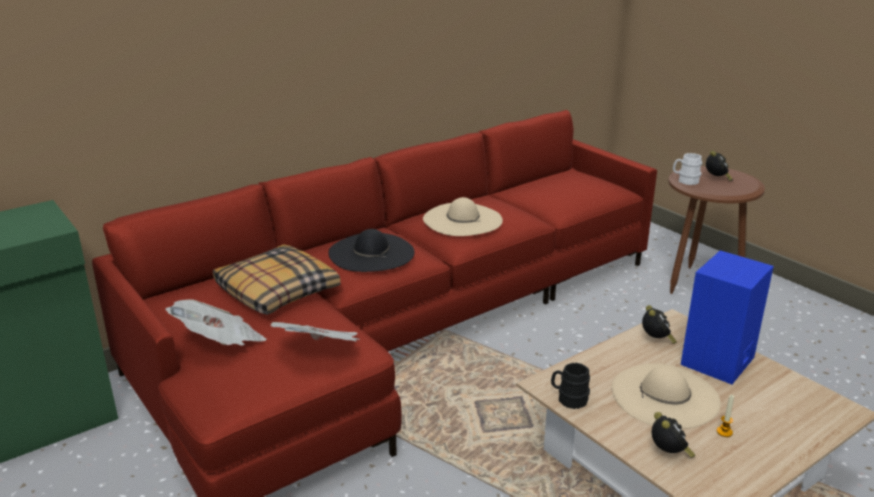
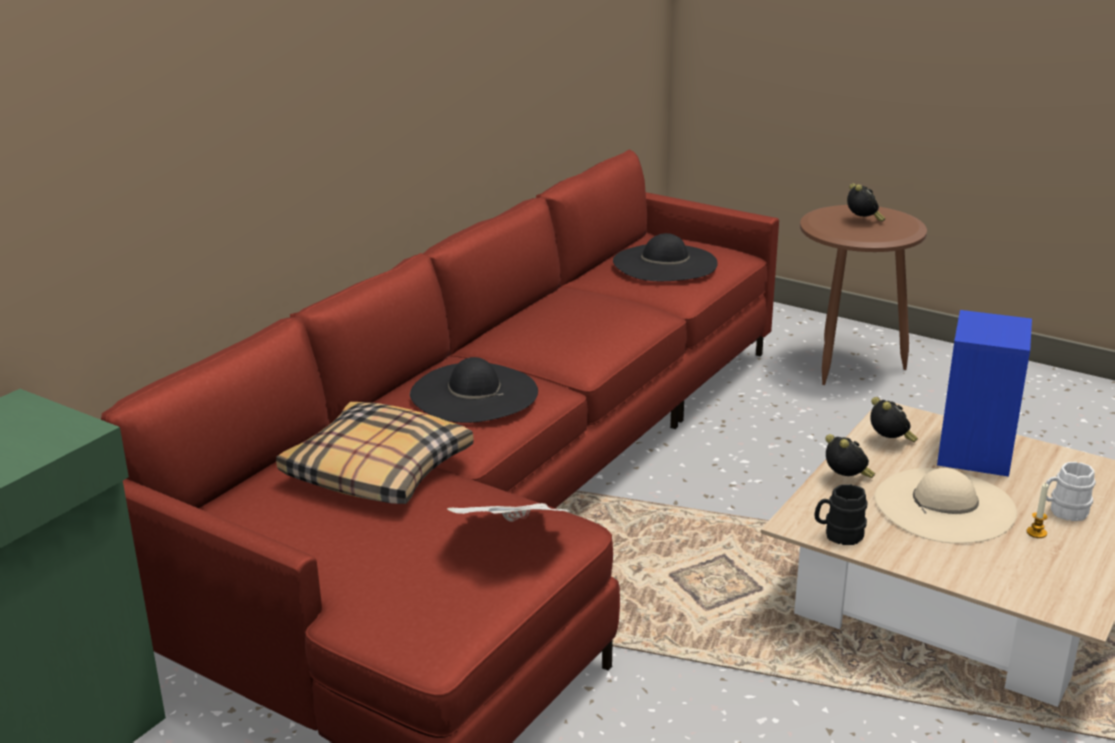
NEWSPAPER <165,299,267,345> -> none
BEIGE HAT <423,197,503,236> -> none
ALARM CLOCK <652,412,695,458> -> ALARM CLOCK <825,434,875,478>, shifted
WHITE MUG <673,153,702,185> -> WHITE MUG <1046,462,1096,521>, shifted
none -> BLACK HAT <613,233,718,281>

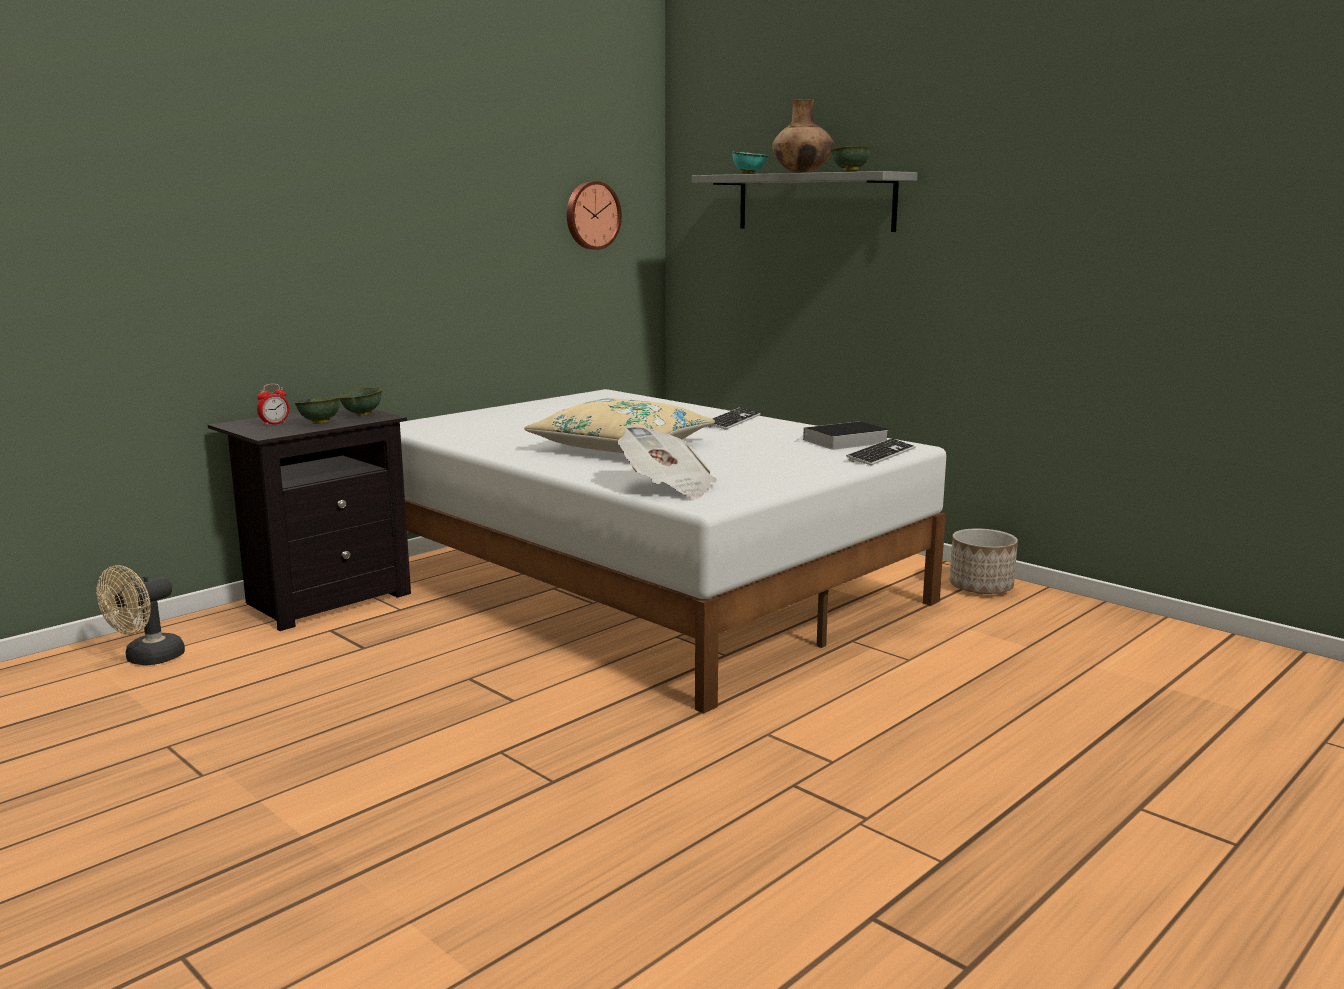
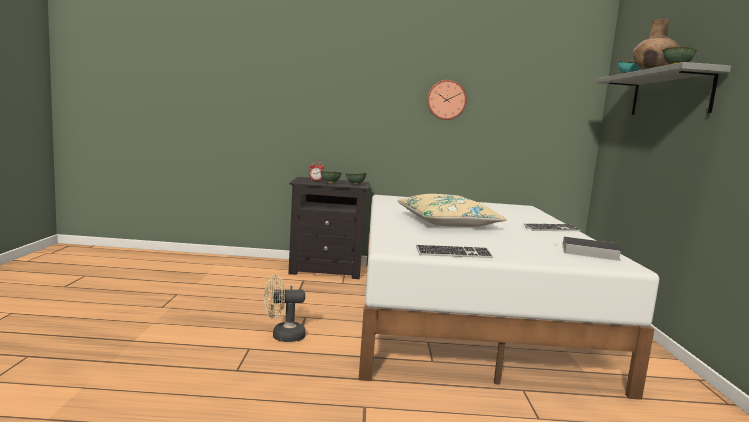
BEIGE FAN <96,565,185,665> -> BEIGE FAN <264,275,306,342>, shifted
WALL CLOCK <567,181,622,250> -> WALL CLOCK <427,80,467,120>, shifted
NEWSPAPER <618,426,717,499> -> none
KEYBOARD <846,438,916,465> -> KEYBOARD <416,245,493,258>, shifted
PLANTER <949,528,1018,594> -> none

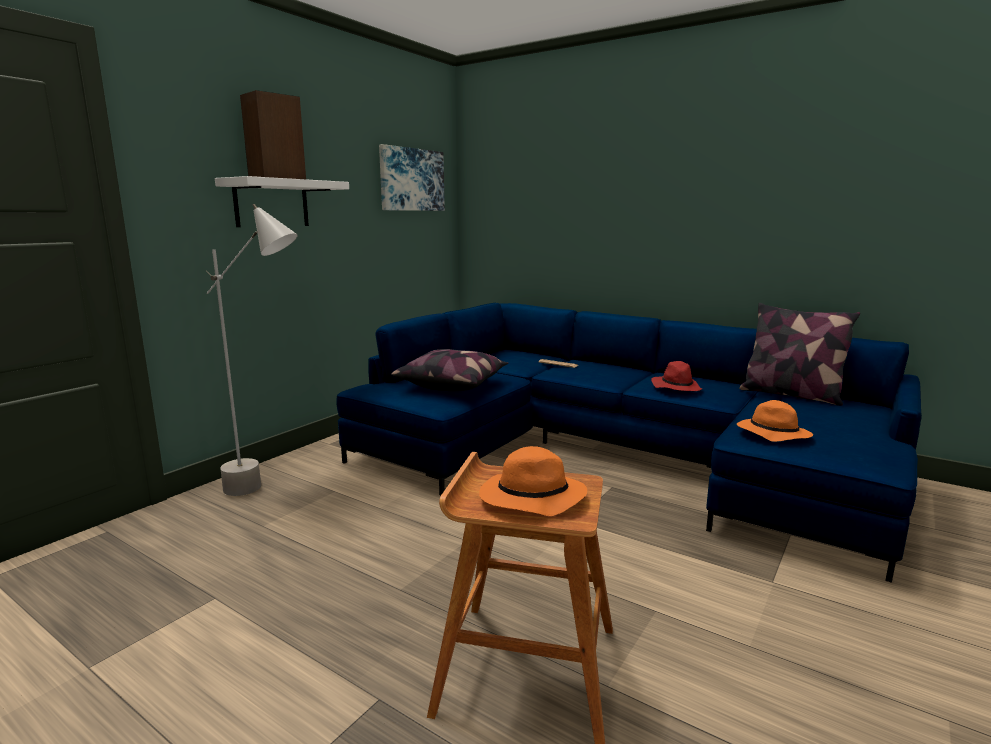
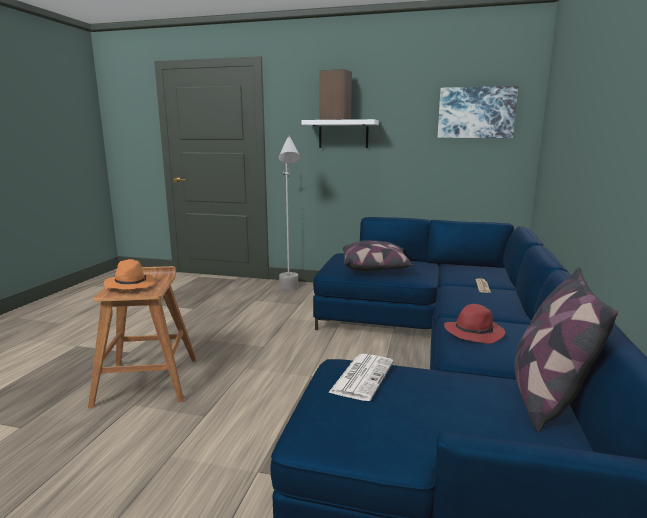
ORANGE HAT <737,400,813,442> -> NEWSPAPER <328,354,393,401>

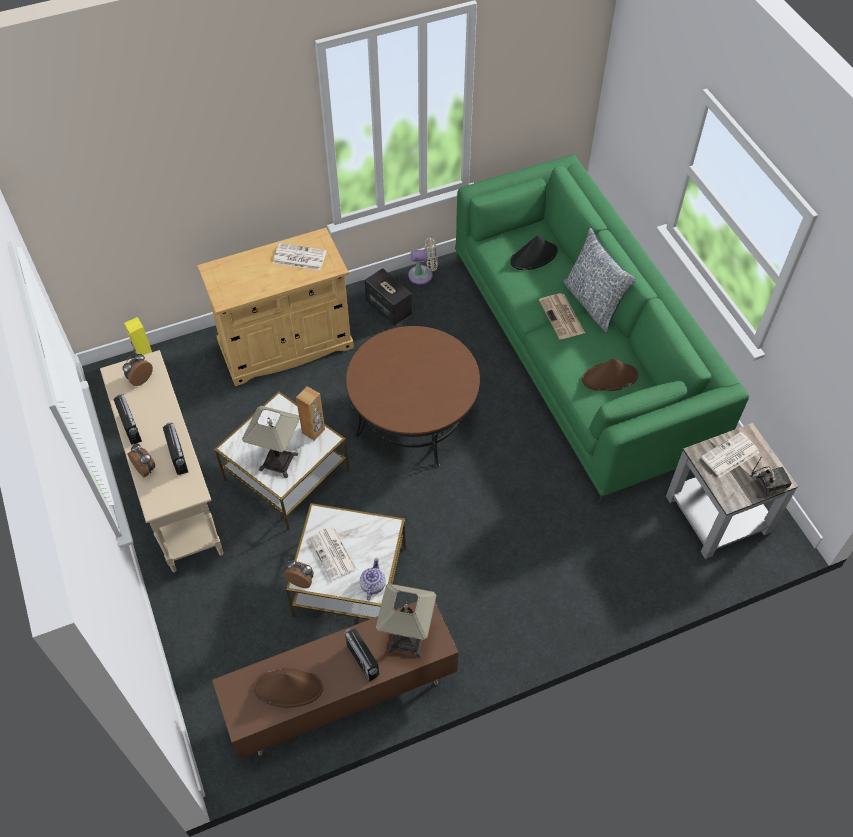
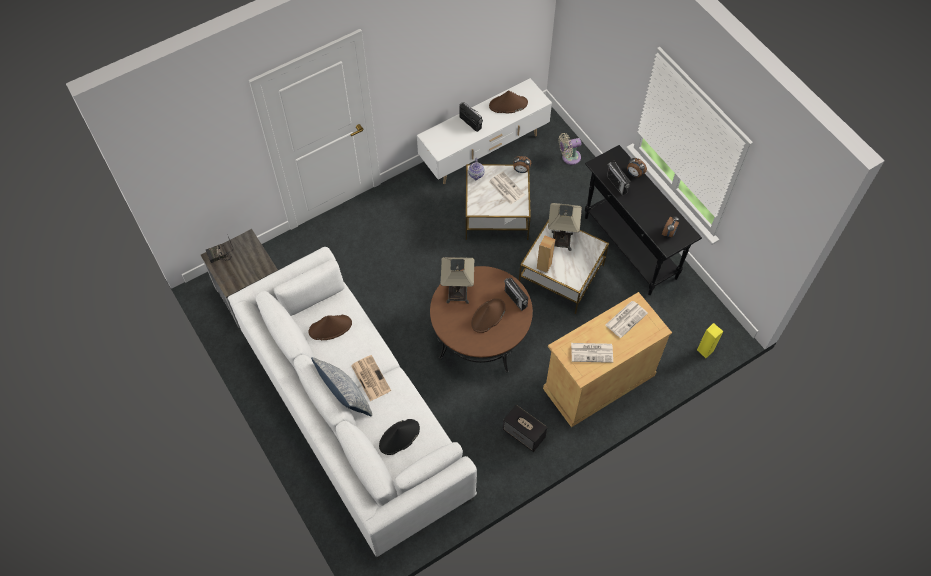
BEIGE CONSOLE TABLE <100,350,223,572> -> BLACK CONSOLE TABLE <585,145,702,295>
RADIO <113,394,142,445> -> RADIO <504,278,528,311>, shifted
BROWN TV STAND <212,602,459,759> -> WHITE TV STAND <417,78,552,184>
TABLE LAMP <376,583,436,659> -> TABLE LAMP <441,257,474,304>, shifted
BEIGE FAN <408,238,438,285> -> BEIGE FAN <559,133,581,165>, shifted
GREEN SOFA <455,154,749,504> -> WHITE SOFA <228,247,477,559>
NEWSPAPER <701,432,759,477> -> NEWSPAPER <606,301,648,338>, shifted
none -> BROWN HAT <471,298,506,333>

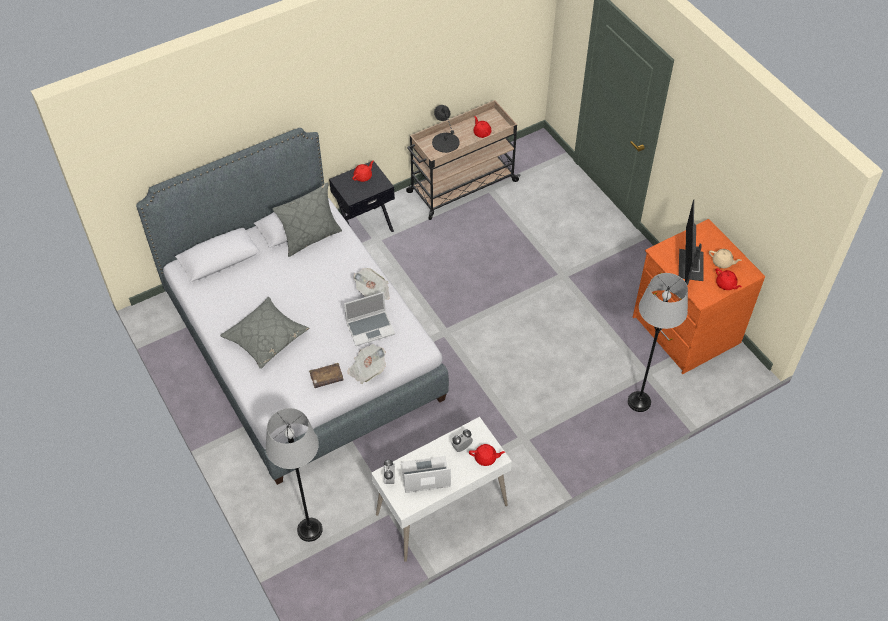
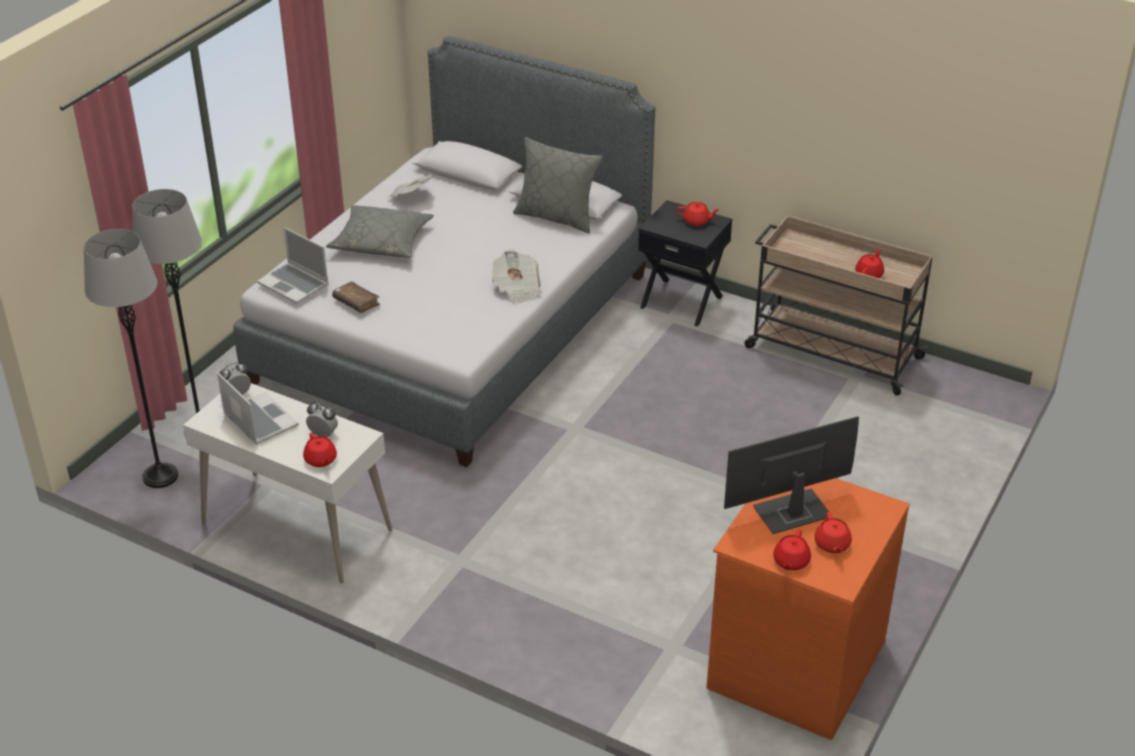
LAPTOP <344,292,395,346> -> LAPTOP <257,227,329,304>, shifted
NEWSPAPER <347,344,386,384> -> NEWSPAPER <387,174,433,198>, shifted
BLACK TABLE LAMP <432,105,460,153> -> none
GREY FLOOR LAMP <628,273,688,412> -> GREY FLOOR LAMP <84,229,178,488>, shifted
BEIGE TEAPOT <709,249,742,268> -> RED TEAPOT <814,512,852,553>

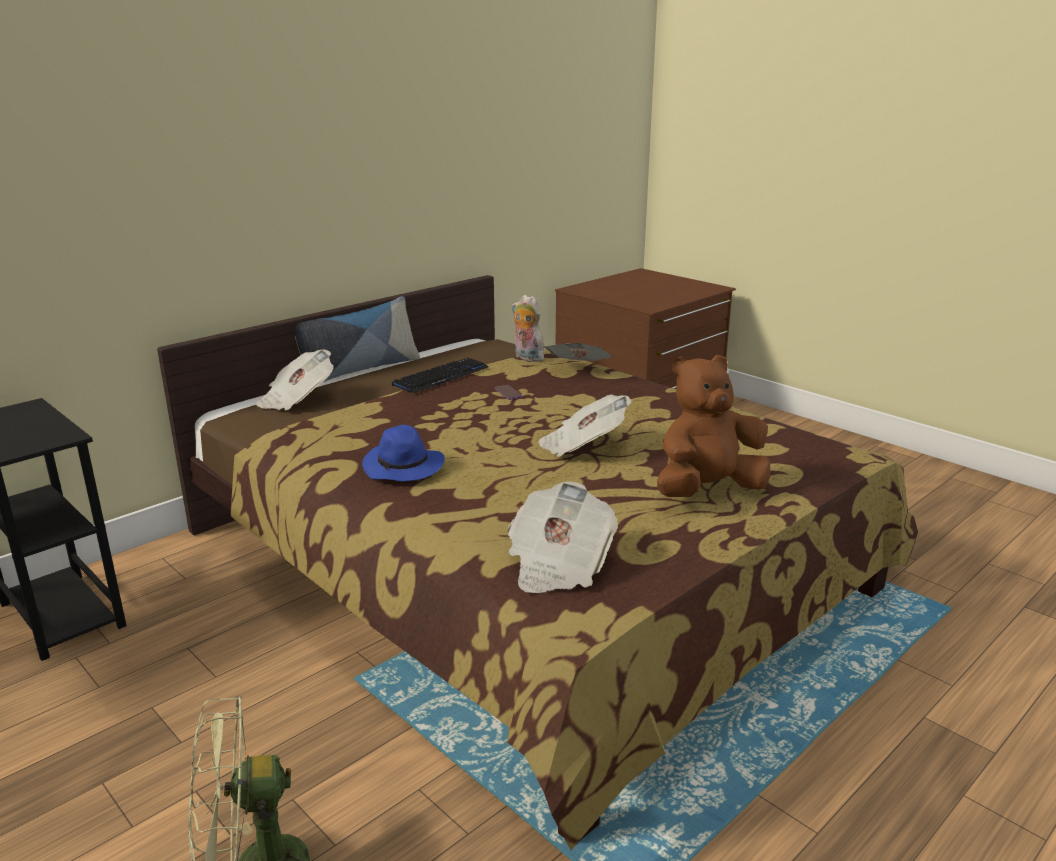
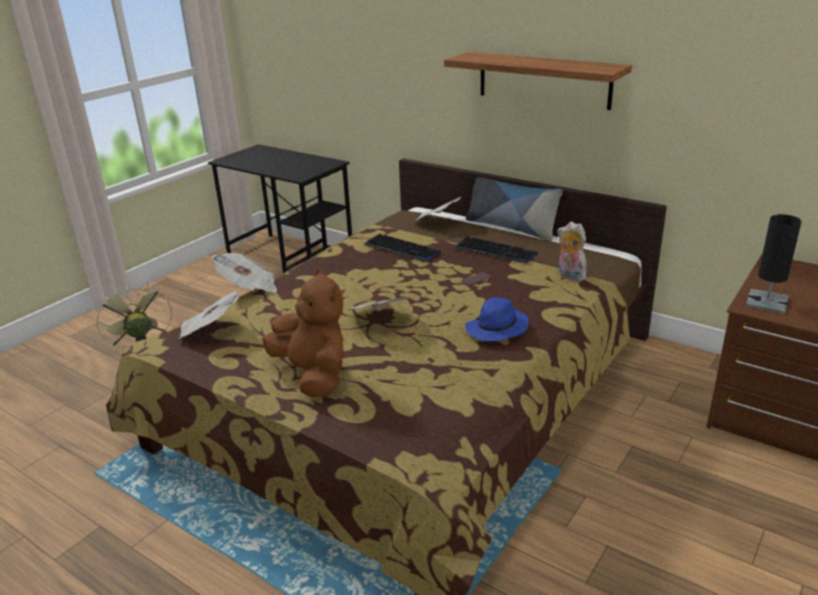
BLUE HAT <362,425,445,481> -> BLUE HAT <465,297,529,341>, shifted
PLUSH TOY <512,295,544,362> -> PLUSH TOY <557,222,587,281>, 75 degrees counterclockwise
NEWSPAPER <544,343,613,361> -> NEWSPAPER <212,253,277,292>, shifted
none -> KEYBOARD <364,234,441,262>
none -> SHELF <444,52,632,110>
none -> BLACK TABLE LAMP <746,214,802,314>

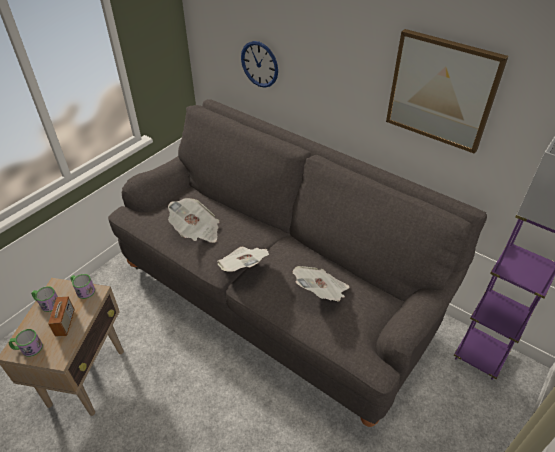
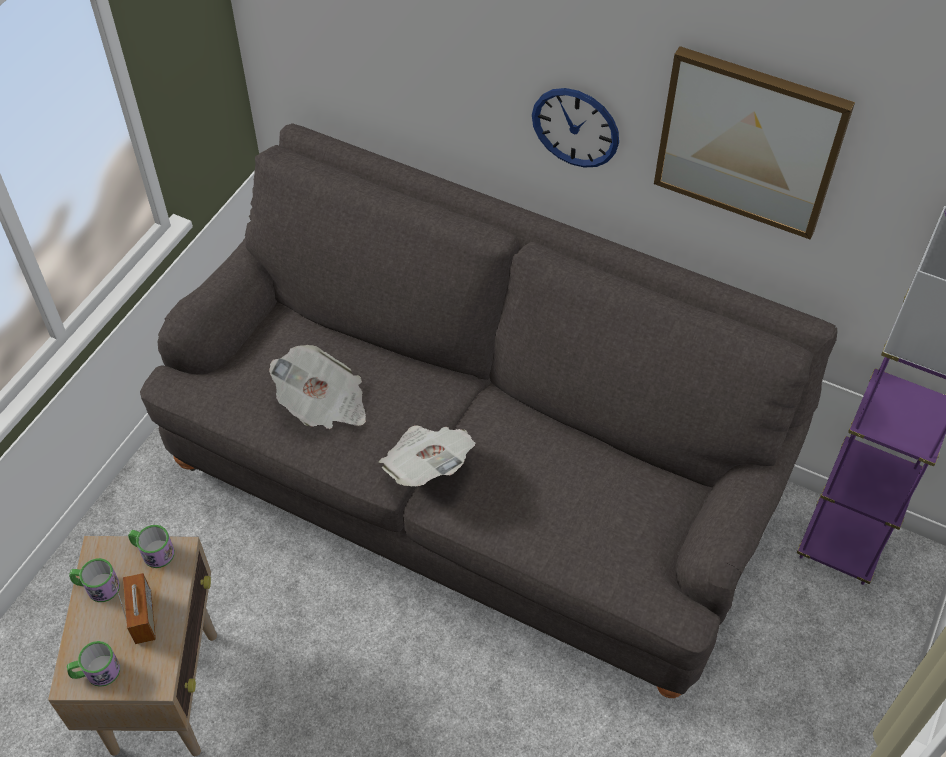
WALL CLOCK <241,41,278,88> -> WALL CLOCK <532,88,619,168>, shifted
NEWSPAPER <293,266,350,302> -> none

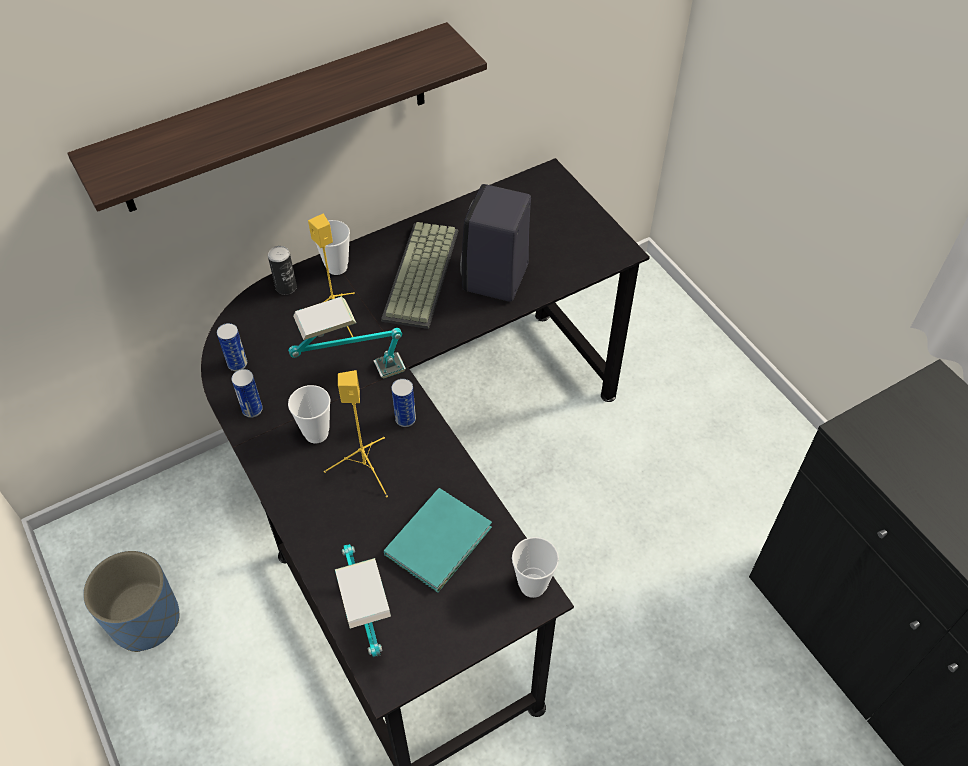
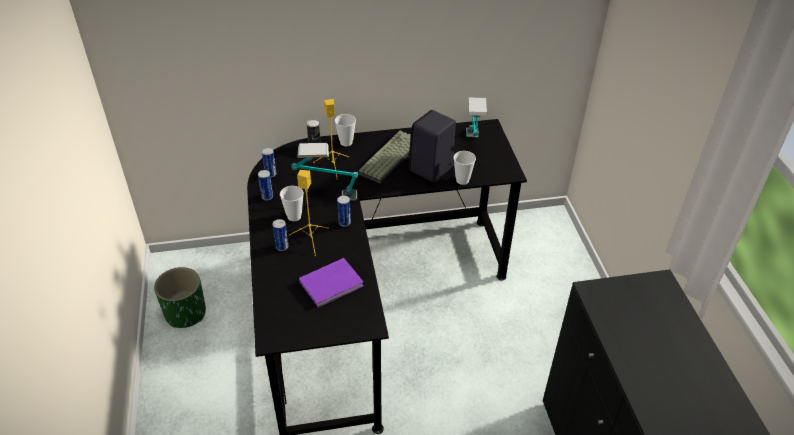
SHELF <67,22,487,212> -> none
BLUE PLANTER <83,551,179,652> -> GREEN PLANTER <154,267,206,328>
TABLE LAMP <335,544,391,657> -> TABLE LAMP <466,97,487,137>, shifted
TURQUOISE BOOK <384,488,492,593> -> PURPLE BOOK <299,258,364,308>
CUP <512,537,559,598> -> CUP <453,151,476,185>, shifted
none -> CAN <273,219,288,251>

